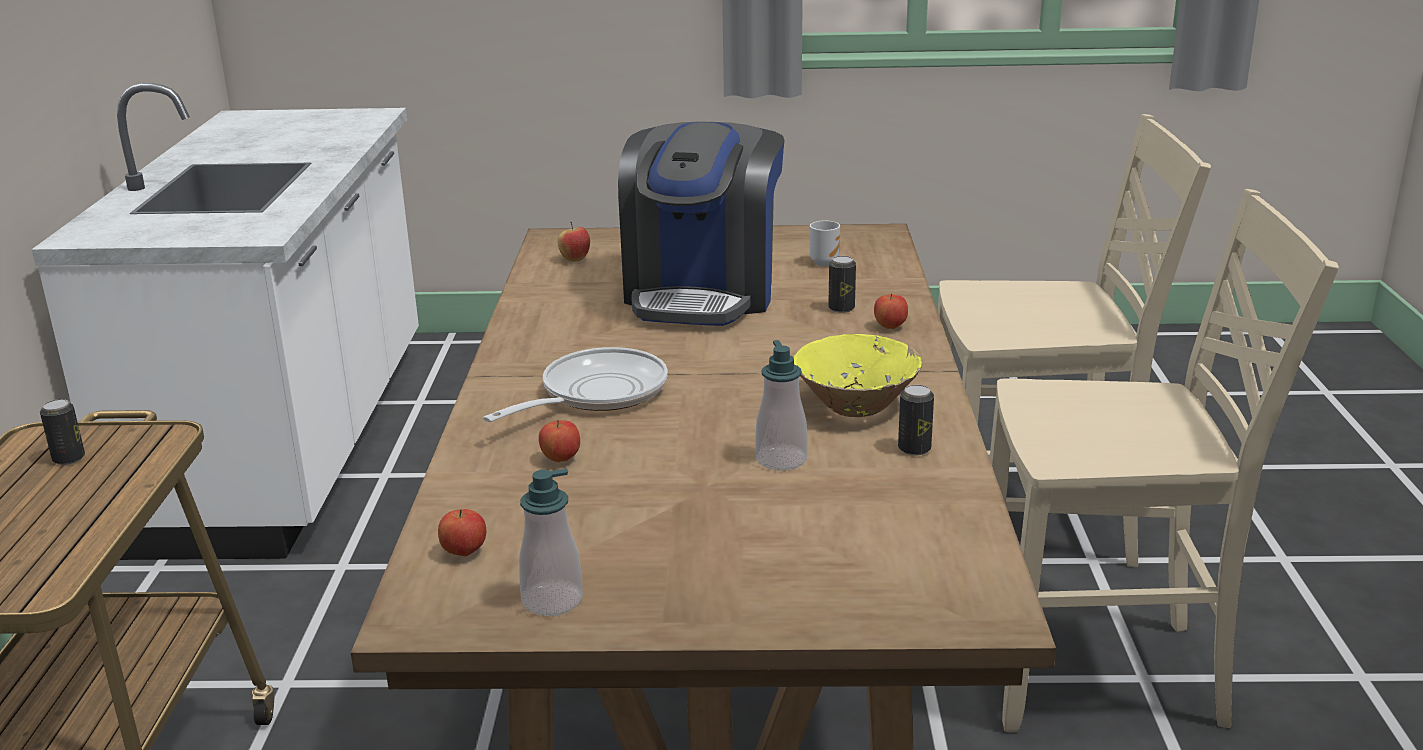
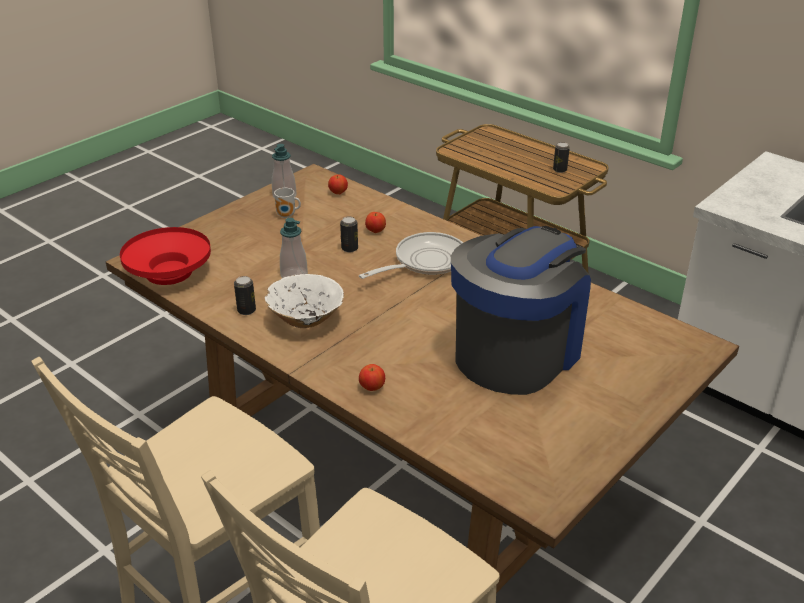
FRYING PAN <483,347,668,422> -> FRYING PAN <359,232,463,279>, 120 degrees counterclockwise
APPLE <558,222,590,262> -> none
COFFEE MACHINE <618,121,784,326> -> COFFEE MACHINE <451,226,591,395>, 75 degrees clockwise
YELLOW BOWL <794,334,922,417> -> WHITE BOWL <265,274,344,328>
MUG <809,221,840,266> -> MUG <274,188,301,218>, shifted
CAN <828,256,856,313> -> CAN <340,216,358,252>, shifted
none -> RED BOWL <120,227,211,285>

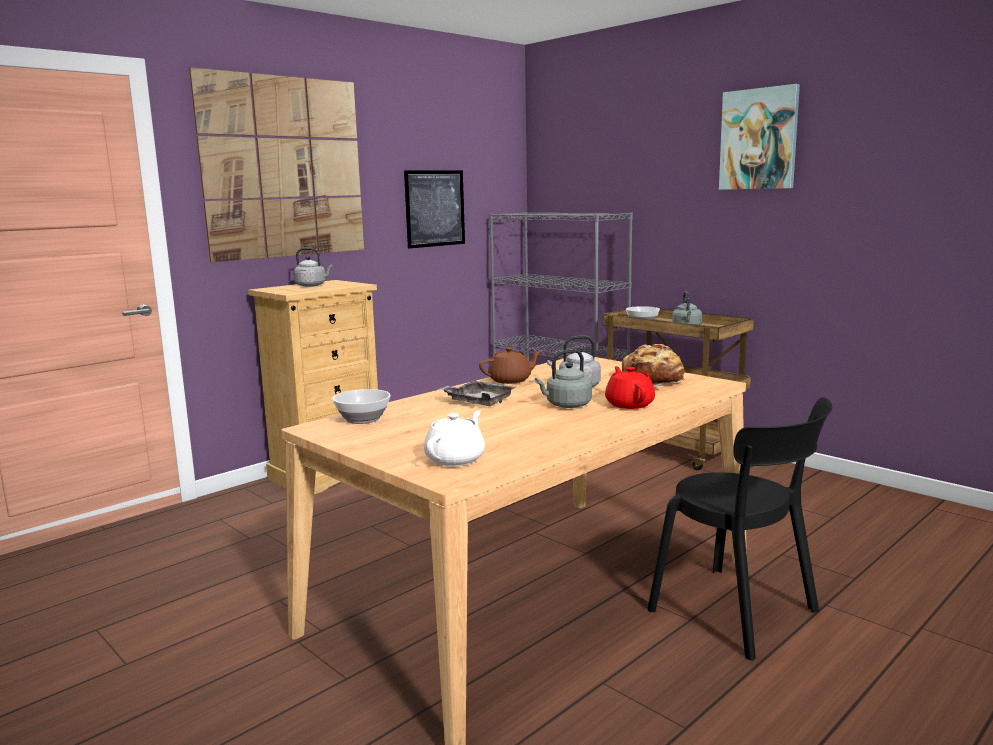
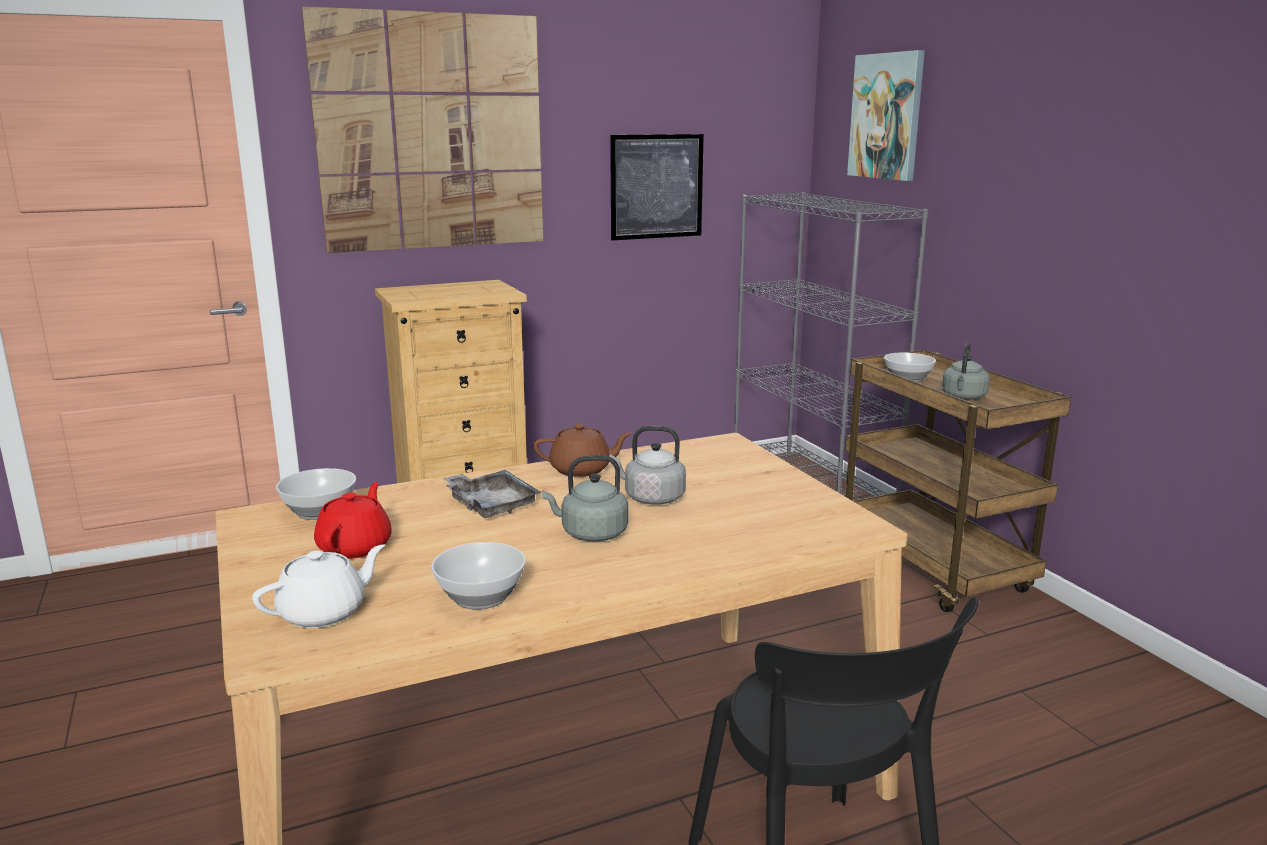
GREY KETTLE <294,248,332,287> -> none
RED TEAPOT <605,366,655,409> -> RED TEAPOT <314,482,392,559>, shifted
BREAD <622,344,685,386> -> none
PICTURE <719,84,800,190> -> PICTURE <847,50,925,181>, shifted
none -> BOWL <431,542,526,610>

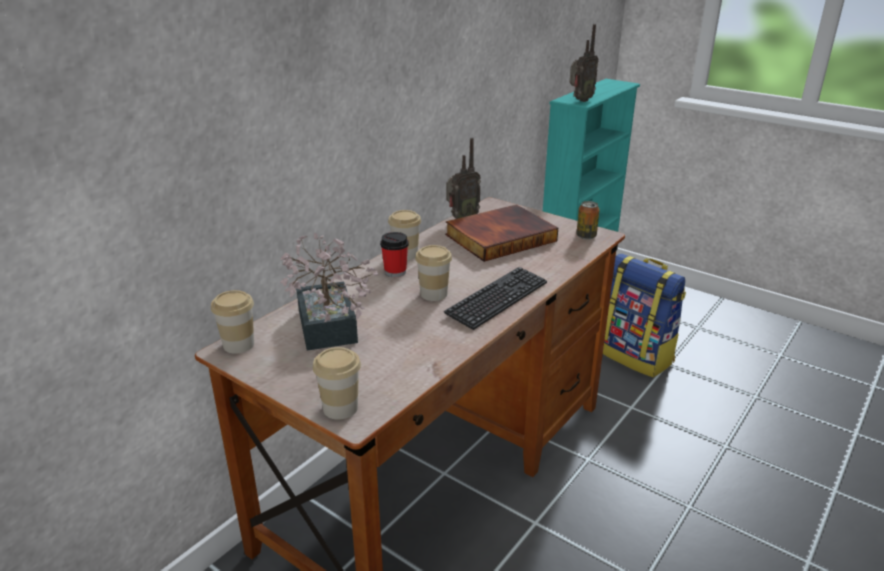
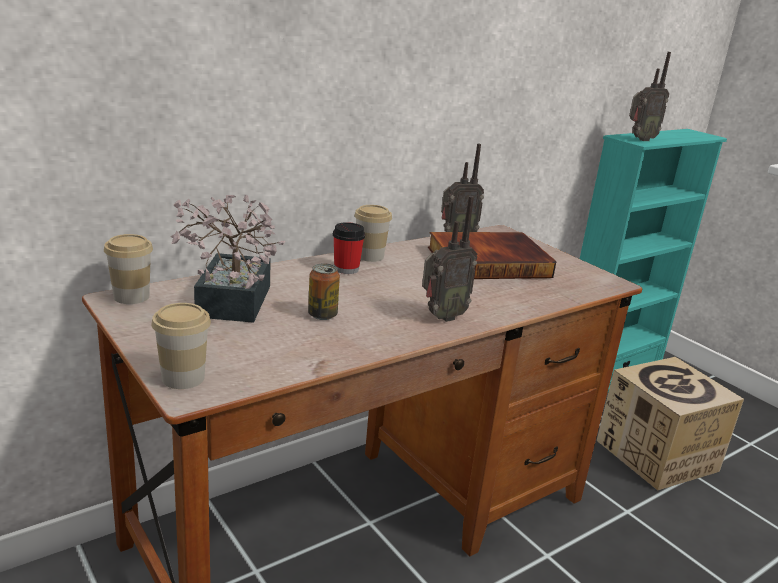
CUP <415,245,452,301> -> none
KEYBOARD <444,267,547,330> -> RADIO <422,196,478,322>
CAN <577,201,600,240> -> CAN <308,263,340,320>, shifted
BACKPACK <603,253,686,377> -> CARDBOARD BOX <597,357,744,490>

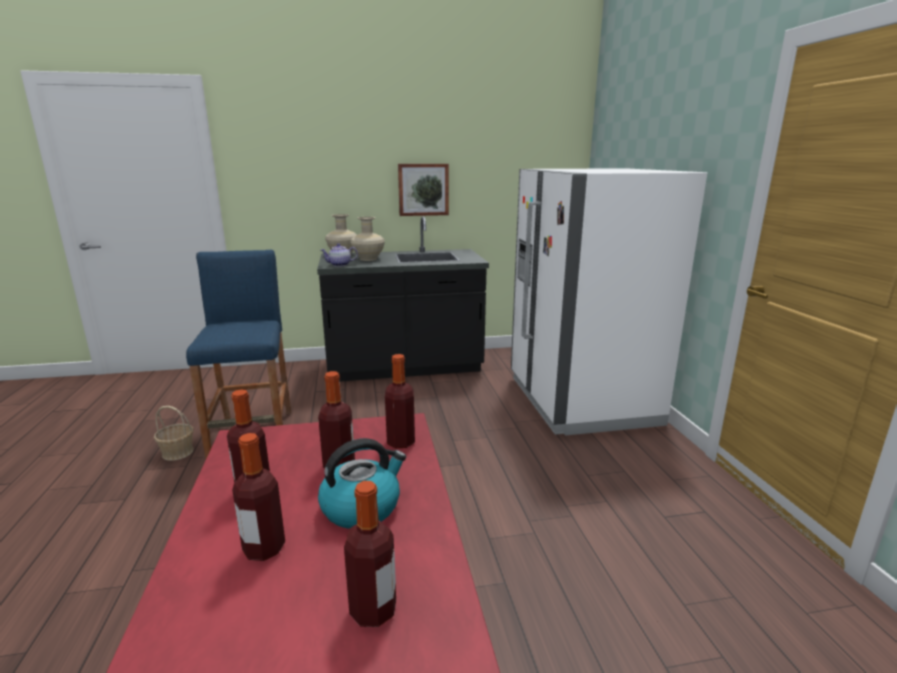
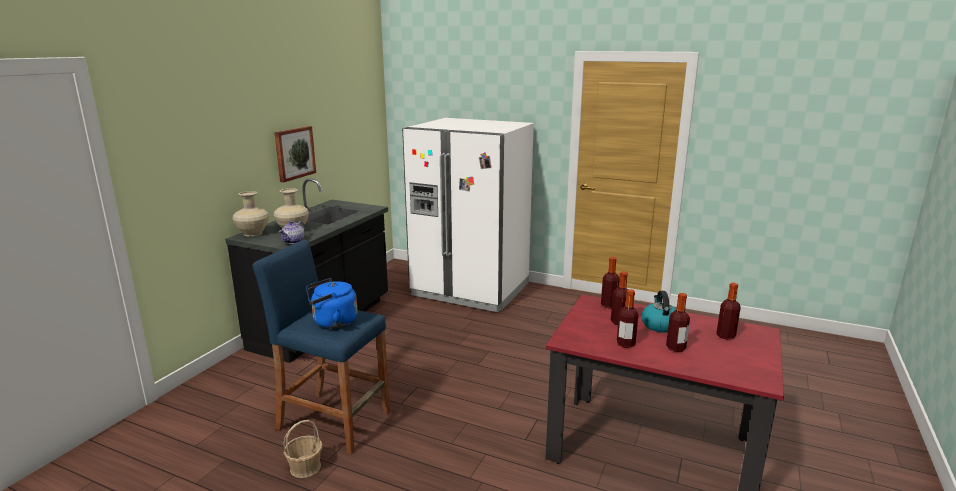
none -> BLUE KETTLE <306,278,358,328>

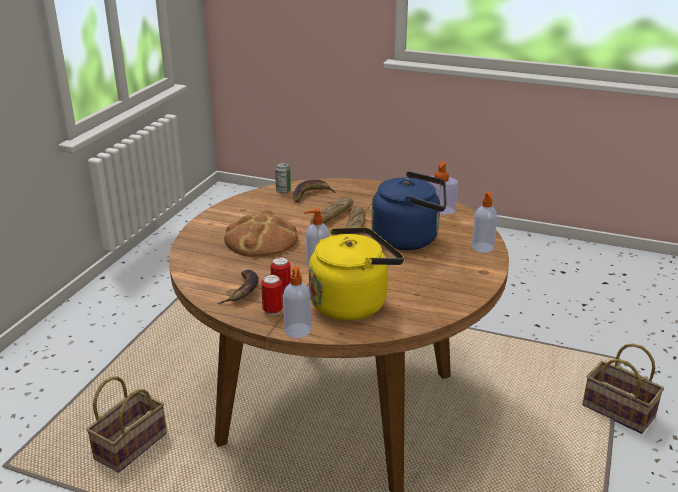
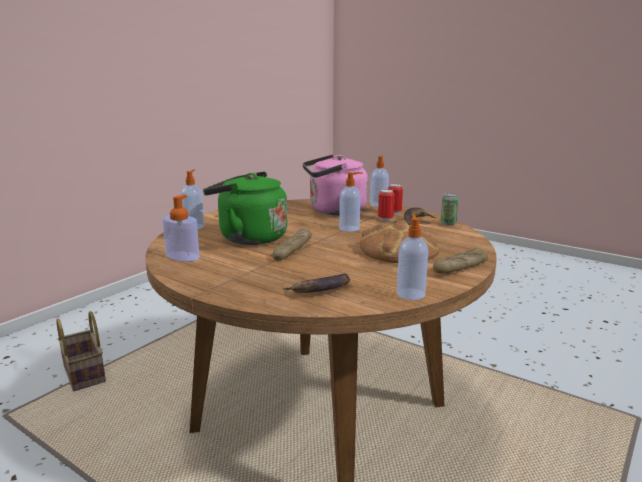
BASKET <86,377,167,473> -> none
CAN <275,163,291,193> -> CAN <441,193,459,225>, shifted
YELLOW KETTLE <309,227,404,321> -> PINK KETTLE <303,155,368,215>
BREAD <311,196,353,224> -> BREAD <433,248,488,273>, shifted
BLUE KETTLE <372,171,447,250> -> GREEN KETTLE <203,172,287,245>
none -> SOAP DISPENSER <397,214,428,300>

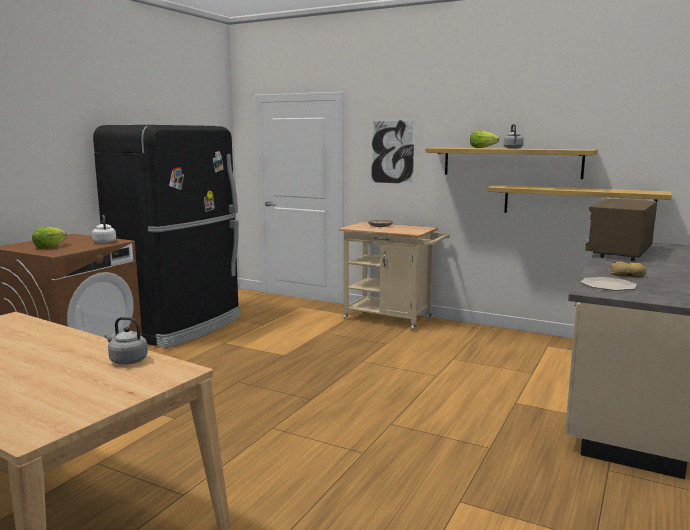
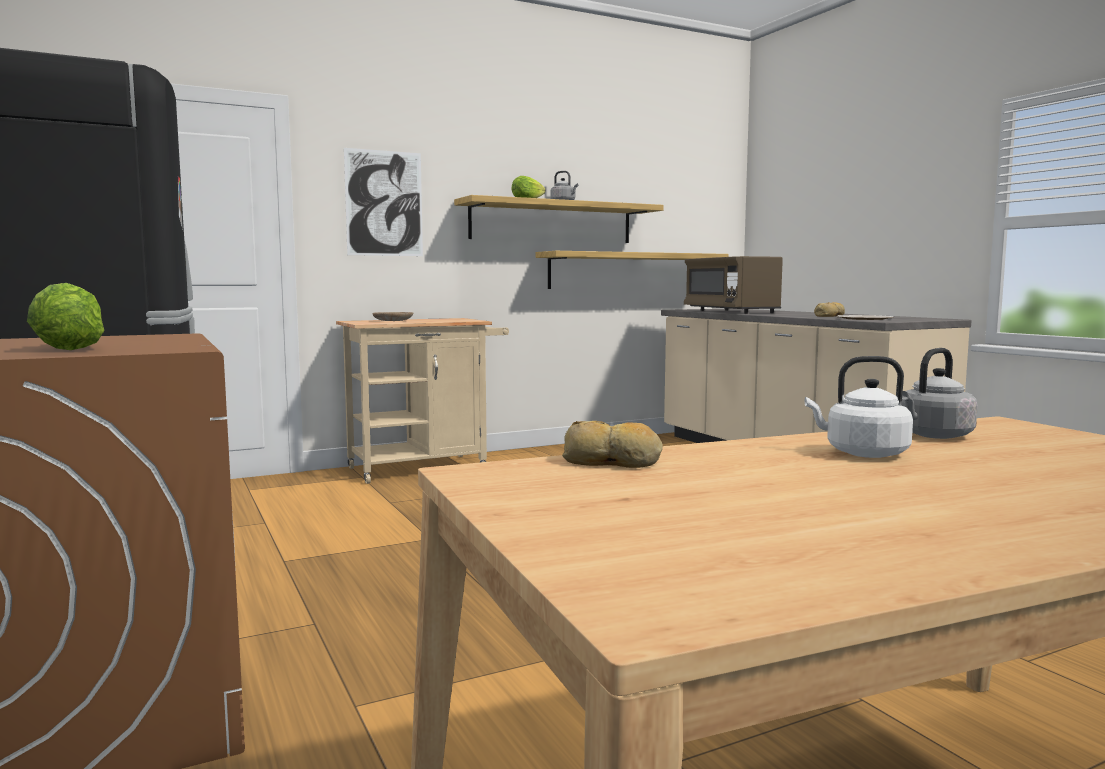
WHITE KETTLE <92,215,116,243> -> WHITE KETTLE <805,356,913,458>, shifted
none -> BREAD <562,421,663,468>

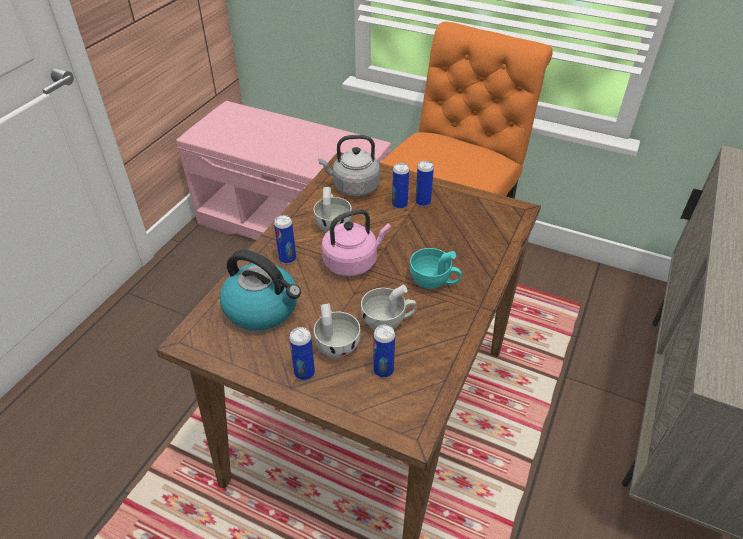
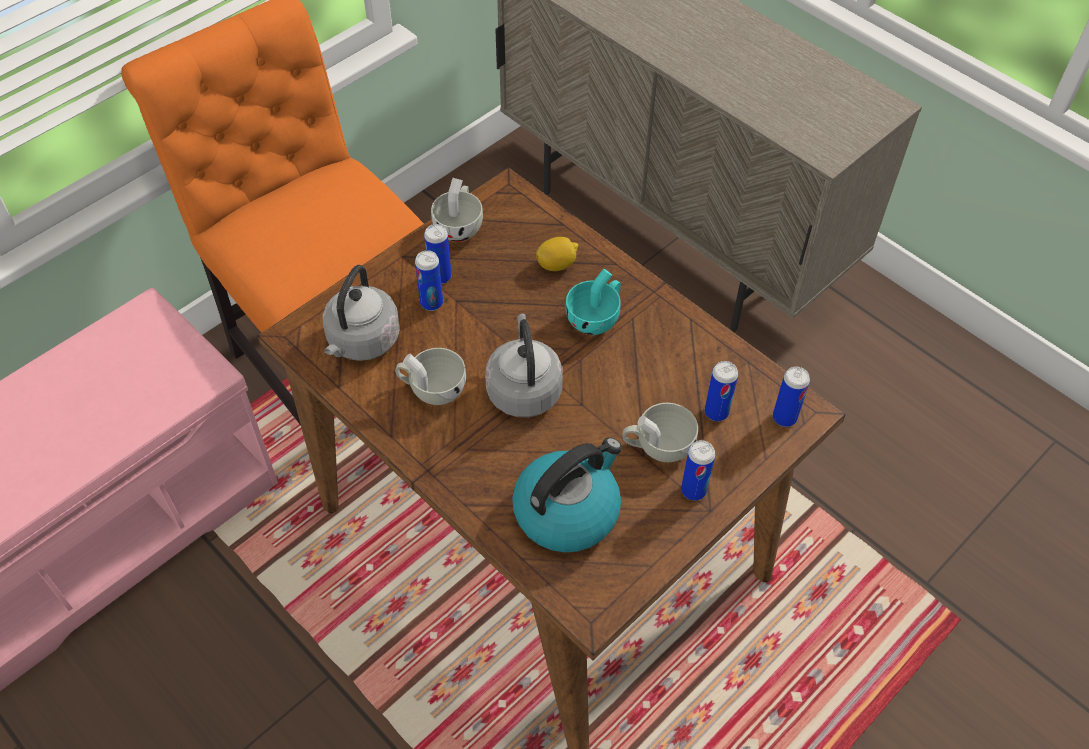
CAN <274,215,296,264> -> CAN <773,367,810,427>, shifted
PINK KETTLE <322,209,391,276> -> GREY KETTLE <485,314,563,417>
WHITE CUP <361,285,417,330> -> WHITE CUP <431,178,483,242>, shifted
none -> LEMON <536,237,578,271>

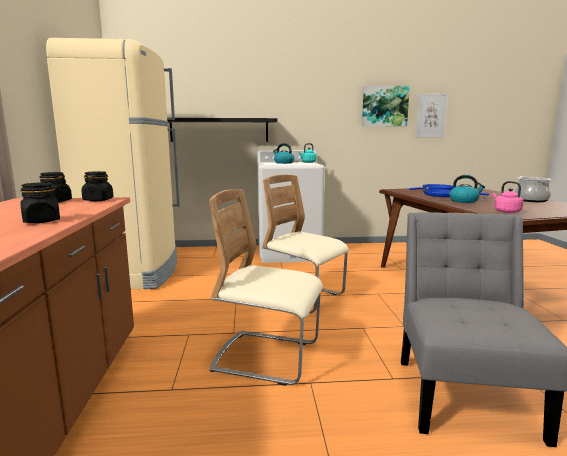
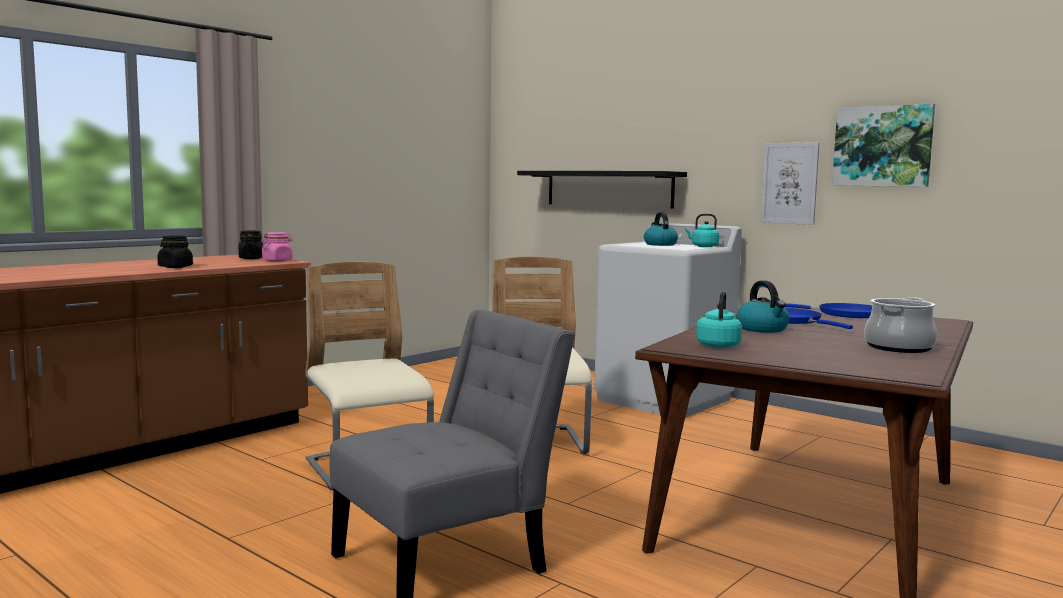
BEIGE FRIDGE <46,38,180,289> -> none
BLACK JAR <82,171,113,201> -> PINK JAR <262,232,293,262>
PICTURE <416,93,448,137> -> PICTURE <760,142,819,225>, shifted
PINK KETTLE <492,181,523,213> -> TURQUOISE KETTLE <696,291,742,348>

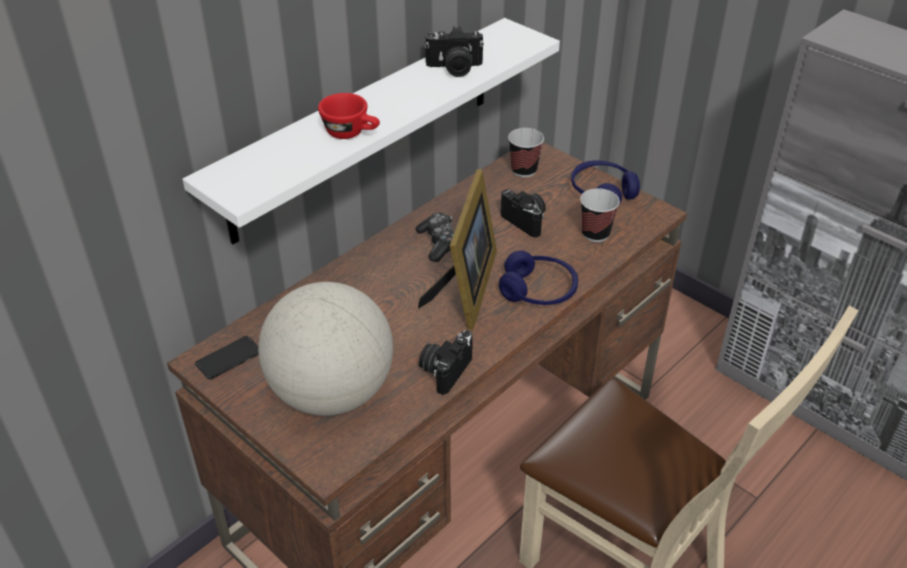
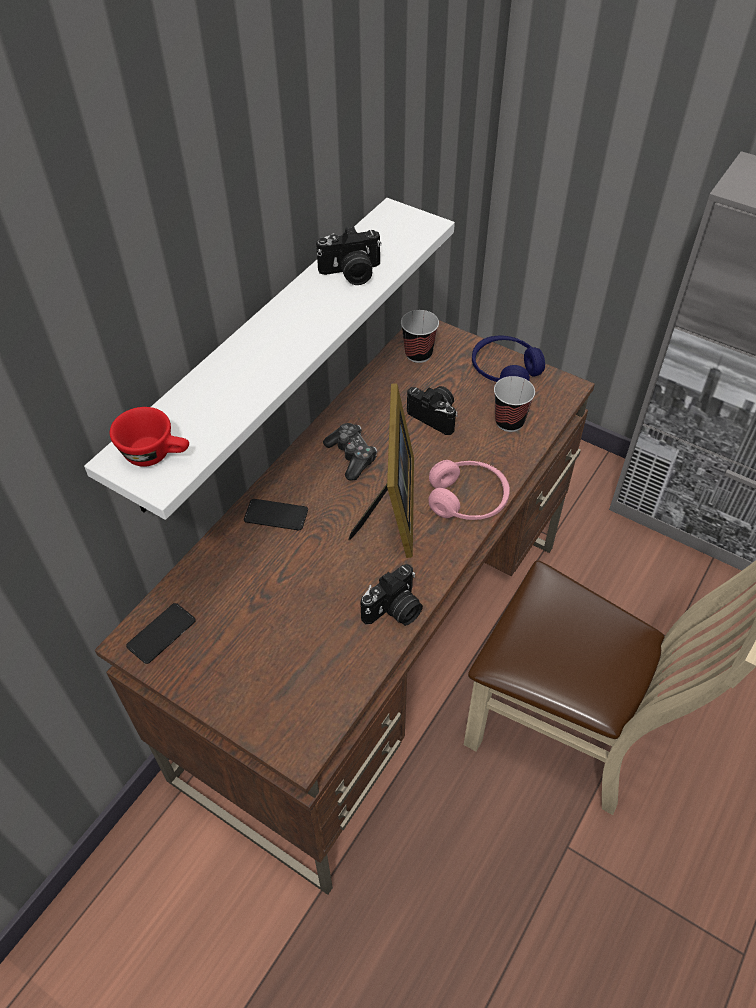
GLOBE <258,282,393,416> -> none
RED CUP <318,93,380,139> -> RED CUP <110,407,189,467>, shifted
PHOTO CAMERA <419,330,473,395> -> PHOTO CAMERA <360,564,423,626>, 150 degrees counterclockwise
BLUE HEADPHONES <499,250,578,305> -> PINK HEADPHONES <428,460,510,520>
none -> PHONE <244,499,308,531>

